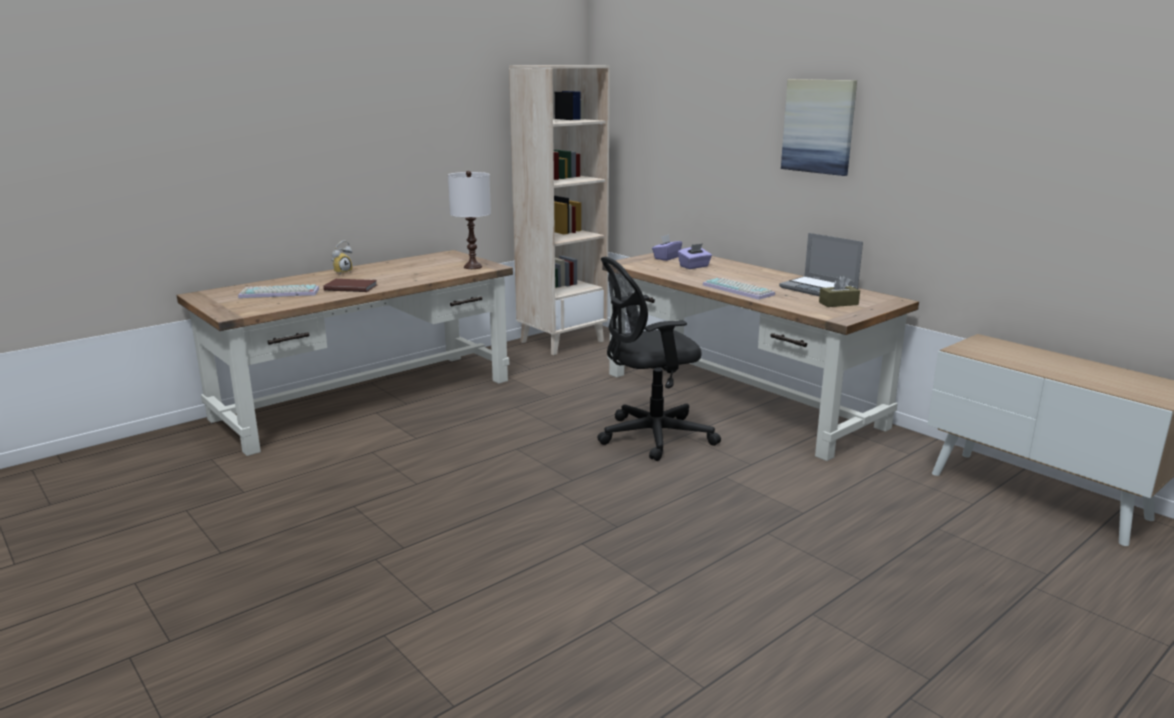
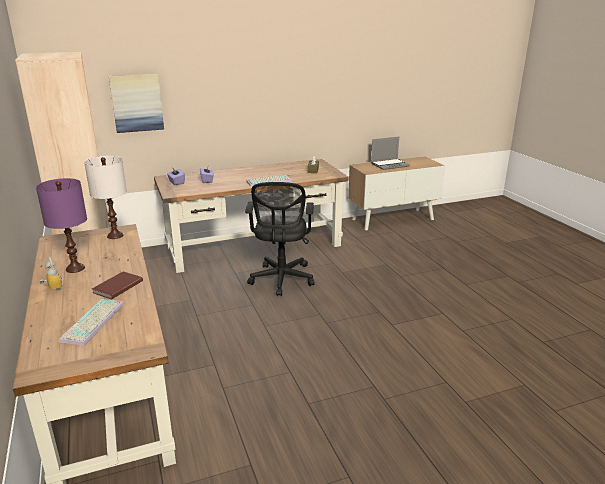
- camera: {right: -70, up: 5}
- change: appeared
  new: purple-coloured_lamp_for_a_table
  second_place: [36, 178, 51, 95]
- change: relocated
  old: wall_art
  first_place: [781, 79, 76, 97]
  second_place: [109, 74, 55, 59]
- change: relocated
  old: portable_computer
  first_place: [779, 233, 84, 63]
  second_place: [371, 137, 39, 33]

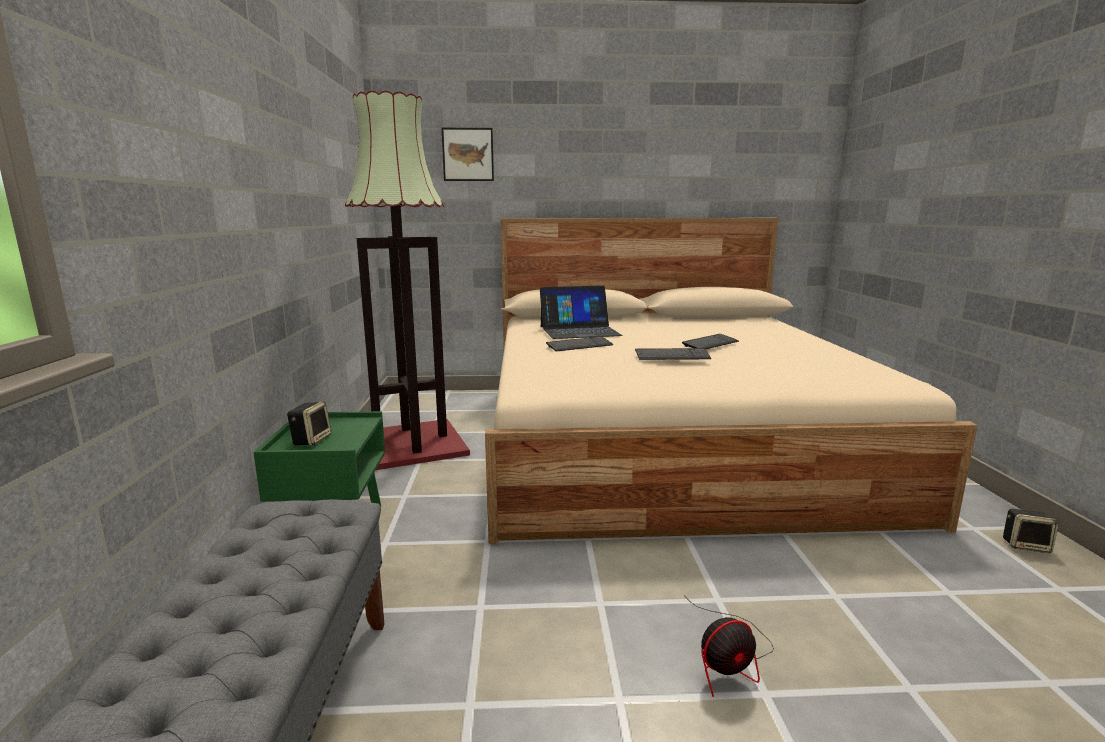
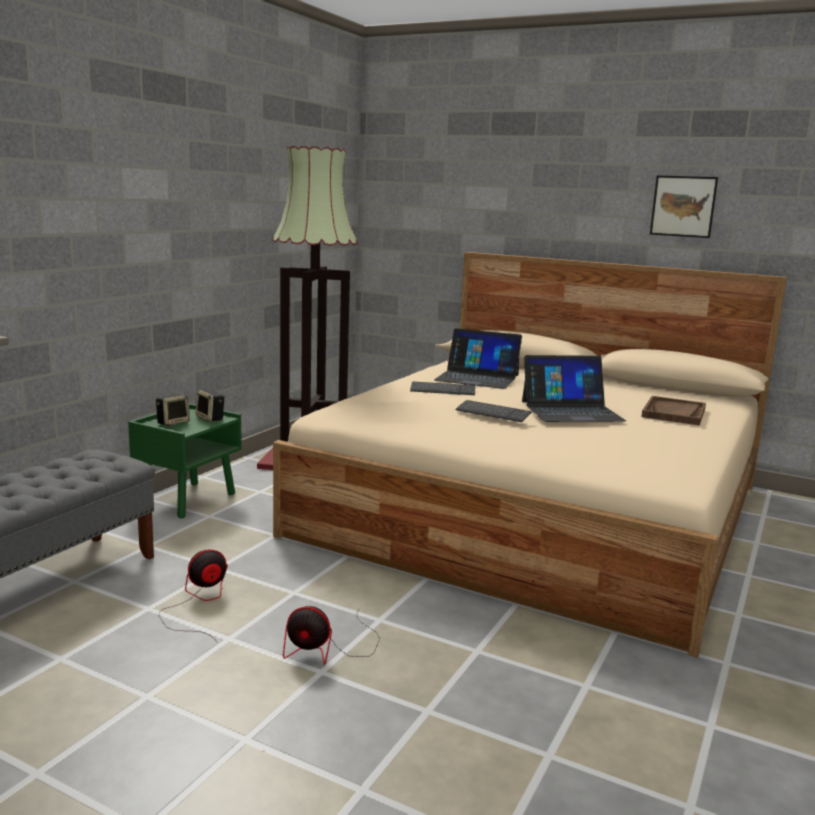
- camera: {right: 30, up: 0}
- change: appeared
  new: fan
  second_place: [159, 550, 69, 93]
- change: relocated
  old: loudspeaker
  first_place: [1003, 509, 56, 44]
  second_place: [196, 390, 29, 32]
- change: exchanged
  old: PC_keyboard
  new: portable_computer
  first_place: [682, 334, 57, 15]
  second_place: [522, 355, 104, 67]
- change: appeared
  new: brown_carrying_tray
  second_place: [641, 396, 65, 30]
- change: relocated
  old: wall_art
  first_place: [442, 128, 52, 53]
  second_place: [650, 175, 68, 63]

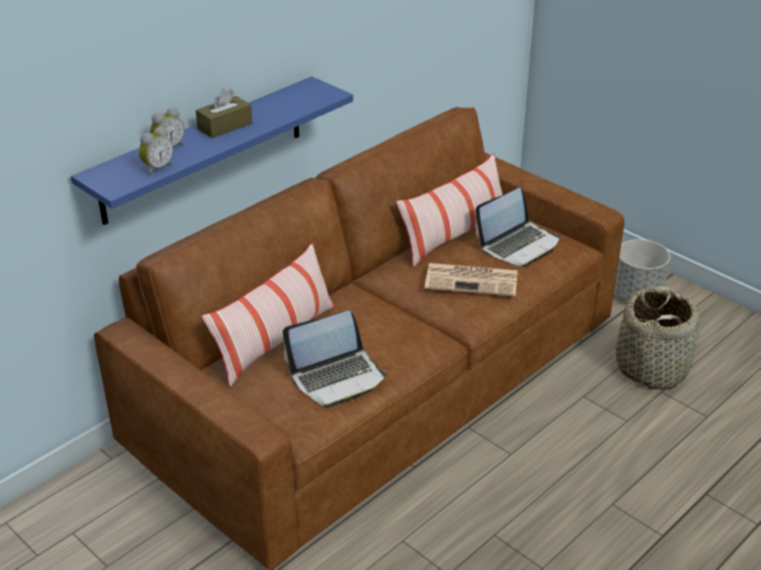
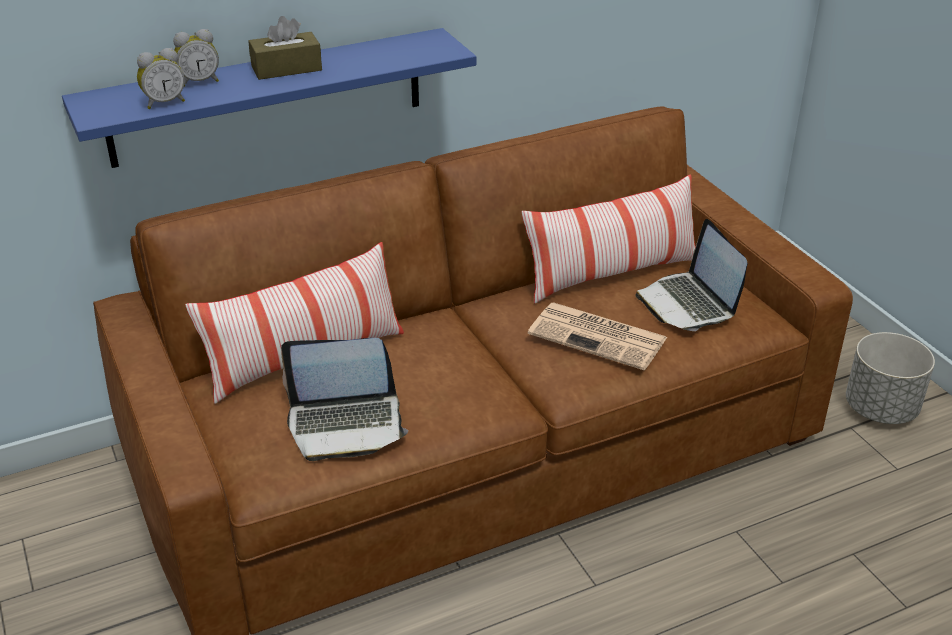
- camera: {right: 20, up: 0}
- change: spun
  old: portable_computer
  first_place: [475, 188, 85, 79]
  second_place: [635, 219, 112, 112]
  degrees: 90
- change: missing
  old: storage_basket
  first_place: [616, 286, 84, 104]

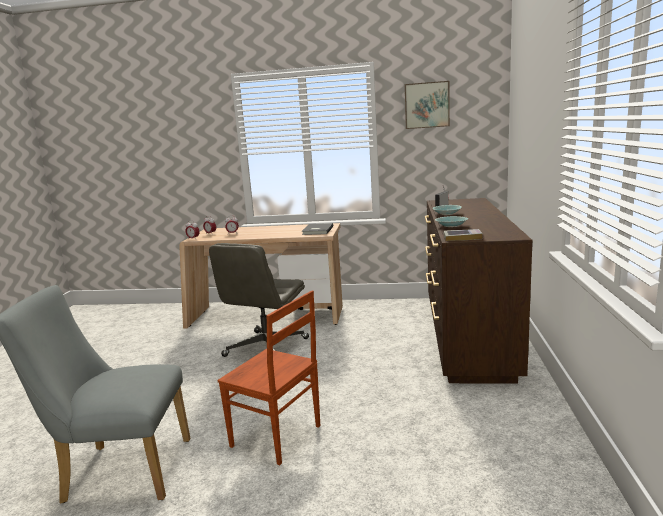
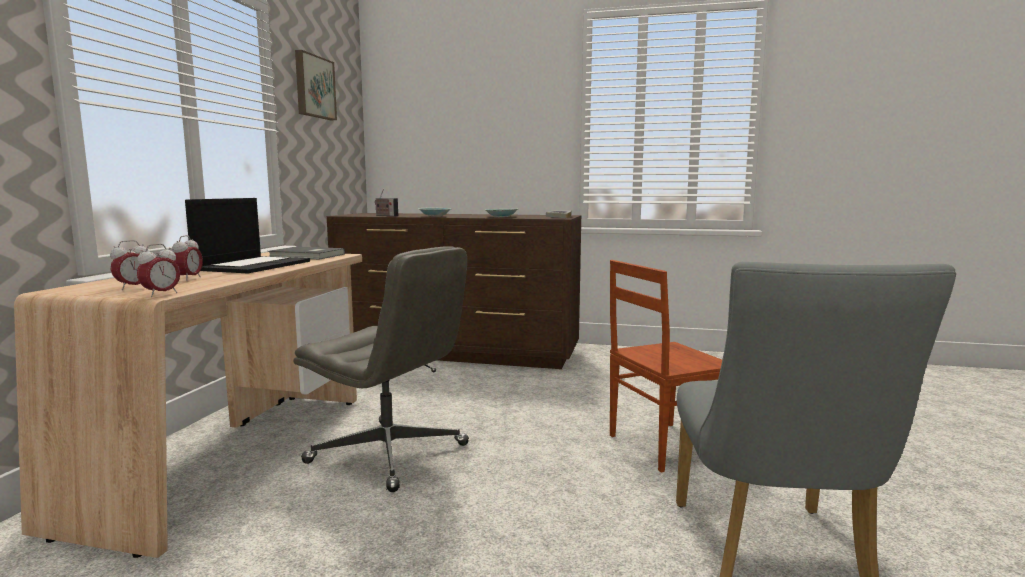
- camera: {right: -85, up: -5}
- change: appeared
  new: portable_computer
  second_place: [185, 198, 125, 75]
- change: spun
  old: brown_plain_chair
  first_place: [218, 290, 102, 175]
  second_place: [610, 260, 112, 212]
  degrees: -150

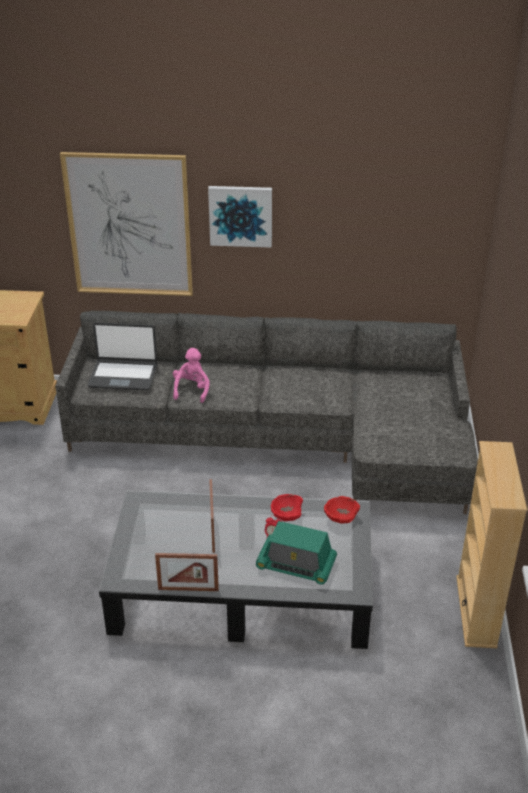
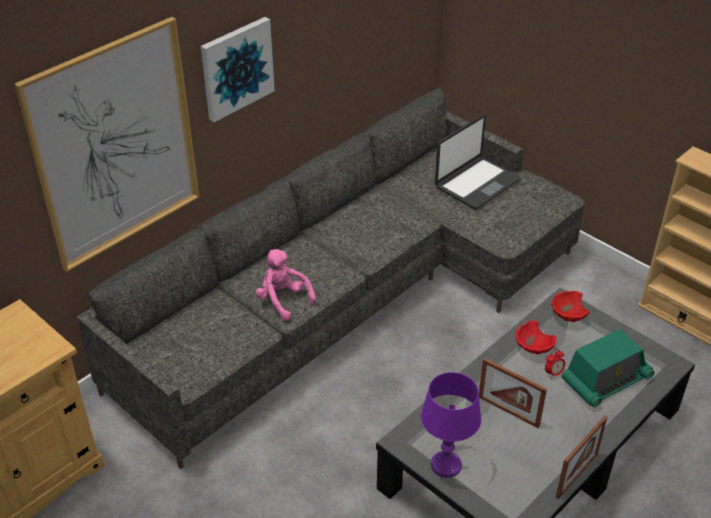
- camera: {right: -50, up: 5}
- change: appeared
  new: purple-coloured_lamp_for_a_table
  second_place: [421, 372, 60, 106]
- change: relocated
  old: portable_computer
  first_place: [88, 322, 69, 68]
  second_place: [435, 115, 85, 94]

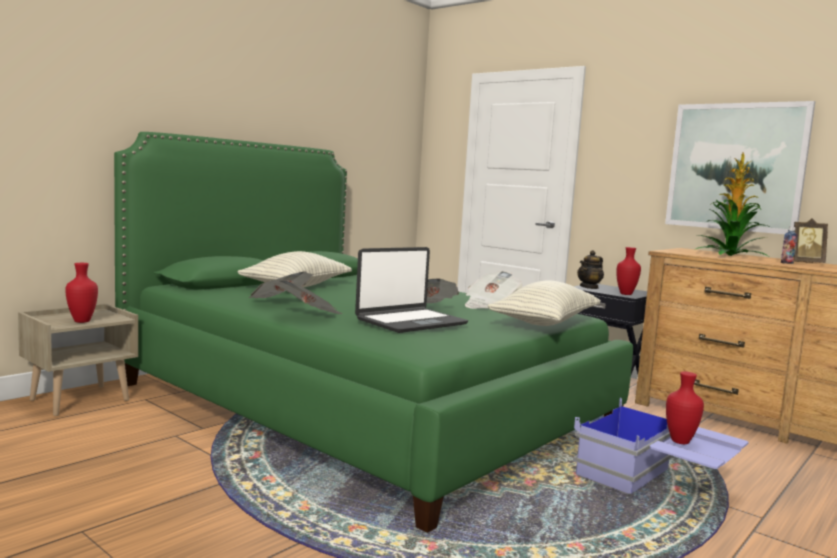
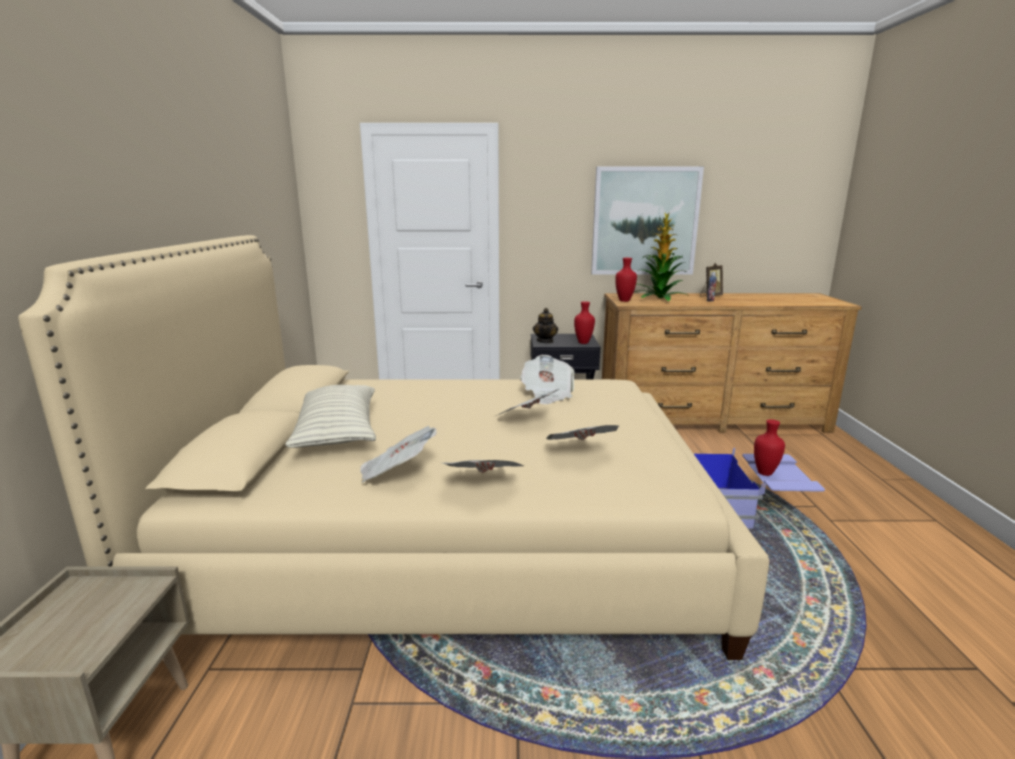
- camera: {right: -40, up: 10}
- change: colour
  old: green_bed
  new: beige-coloured_bed
  first_place: [114, 132, 519, 401]
  second_place: [18, 235, 751, 425]
- change: exchanged
  old: portable_computer
  new: printed_paper
  first_place: [355, 247, 113, 86]
  second_place: [546, 425, 72, 15]
- change: relocated
  old: red_decorative_vase
  first_place: [65, 263, 33, 60]
  second_place: [615, 258, 22, 44]
- change: missing
  old: pillow
  first_place: [487, 280, 114, 46]

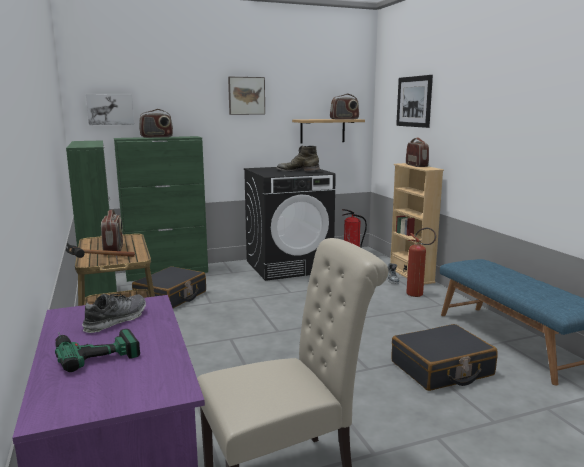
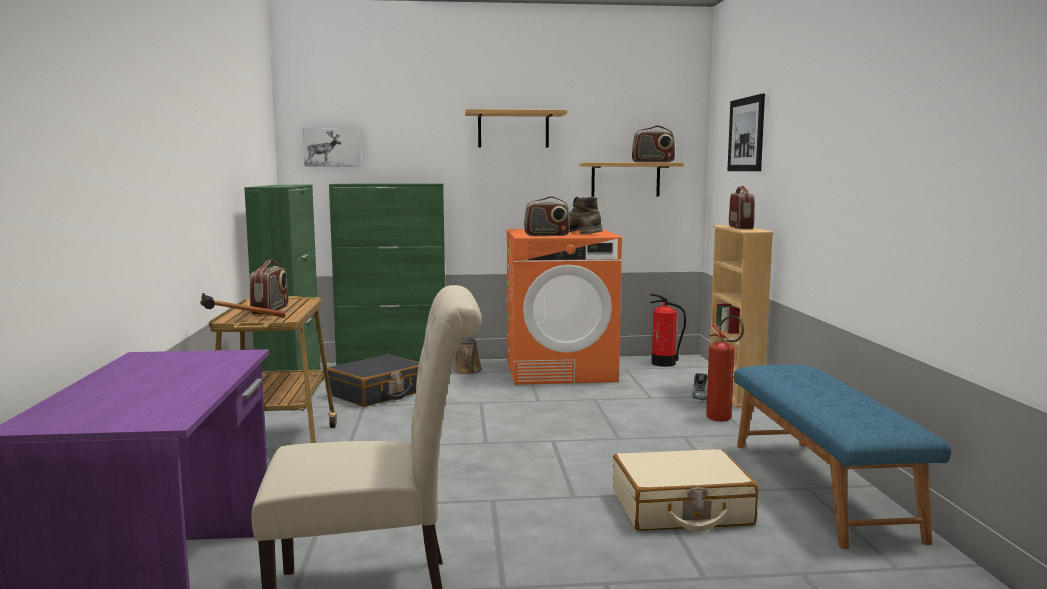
- camera: {right: 15, up: -5}
- change: appeared
  new: brown_watering_pot
  second_place: [453, 337, 29, 37]
- change: exchanged
  old: wall_art
  new: wall_shelf
  first_place: [228, 77, 37, 38]
  second_place: [465, 109, 102, 39]
- change: colour
  old: black-coloured_washing_machine
  new: orangey_washing_machine
  first_place: [244, 167, 92, 114]
  second_place: [507, 229, 115, 156]
- change: relocated
  old: radio_set
  first_place: [139, 109, 34, 29]
  second_place: [524, 196, 46, 40]
- change: colour
  old: black-coloured_piece_of_luggage
  new: beige-coloured_piece_of_luggage
  first_place: [391, 324, 106, 67]
  second_place: [612, 449, 146, 82]
- change: missing
  old: electric_drill
  first_place: [55, 329, 85, 43]
- change: missing
  old: low_shoe
  first_place: [82, 294, 64, 39]

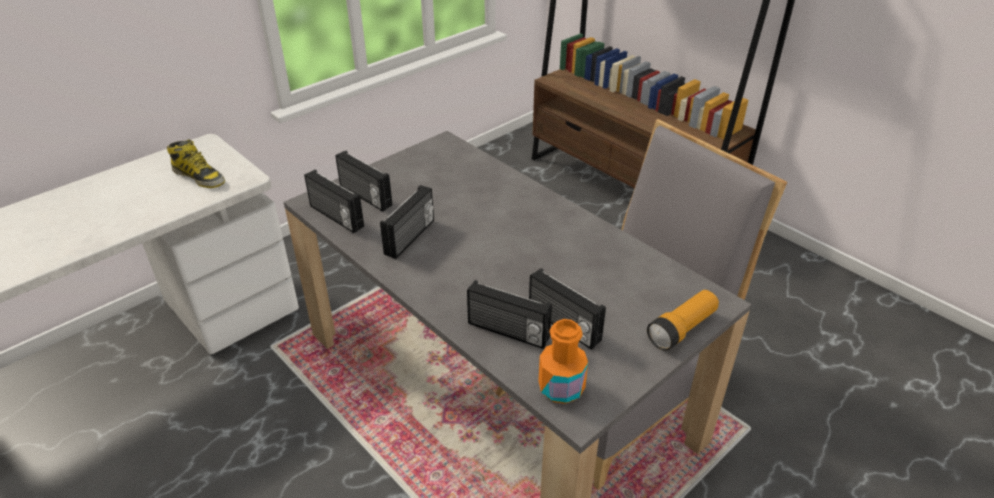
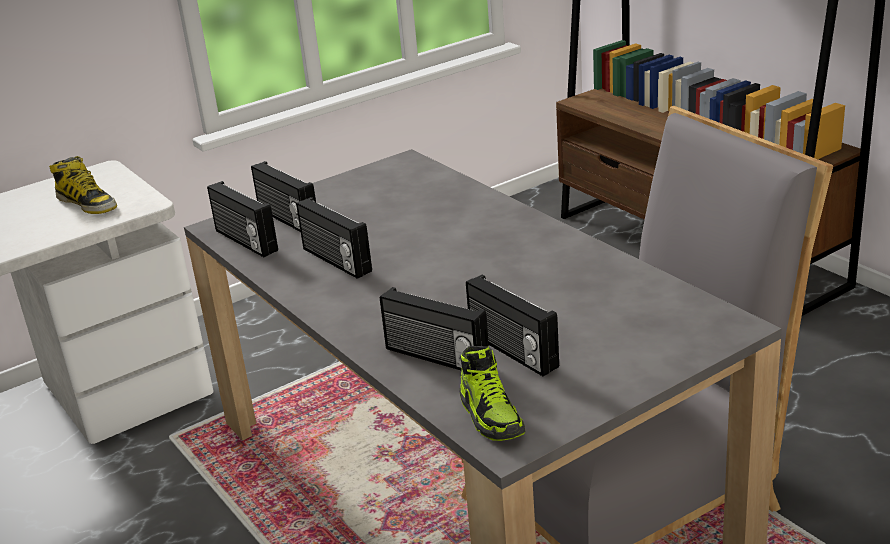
- camera: {right: 10, up: -10}
- change: spun
  old: radio_set
  first_place: [380, 185, 54, 74]
  second_place: [296, 197, 76, 82]
  degrees: 105
- change: exchanged
  old: orangey_bottle
  new: low_shoe
  first_place: [538, 319, 50, 85]
  second_place: [460, 346, 65, 95]
- change: missing
  old: torch
  first_place: [647, 290, 72, 61]

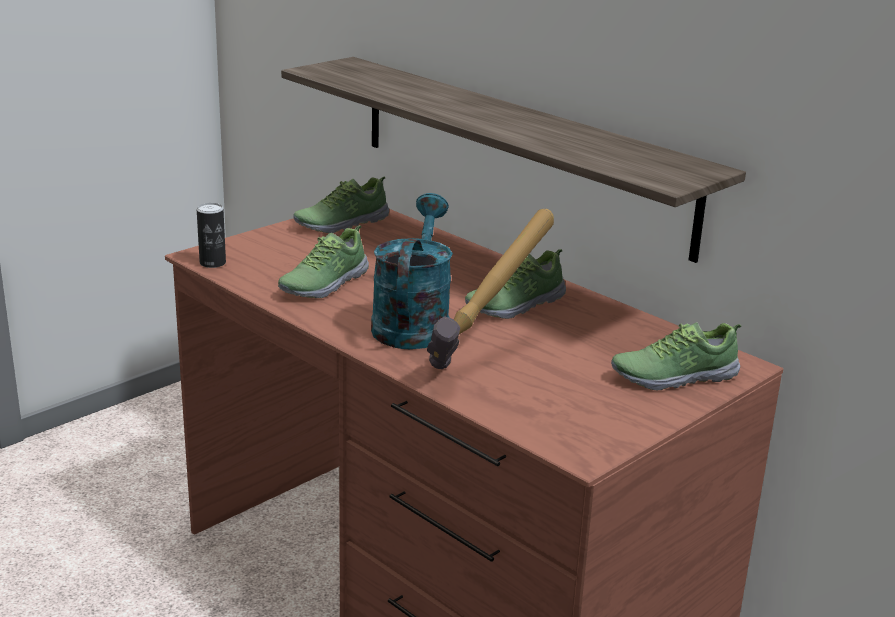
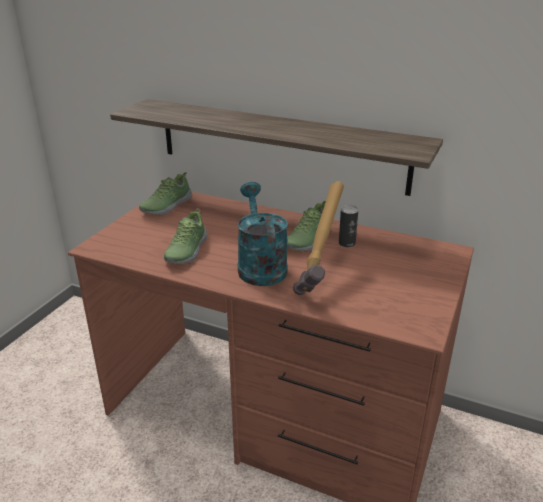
- camera: {right: -20, up: 5}
- change: relocated
  old: metal_can
  first_place: [197, 203, 29, 65]
  second_place: [339, 205, 19, 42]
- change: missing
  old: low_shoe
  first_place: [611, 322, 131, 68]

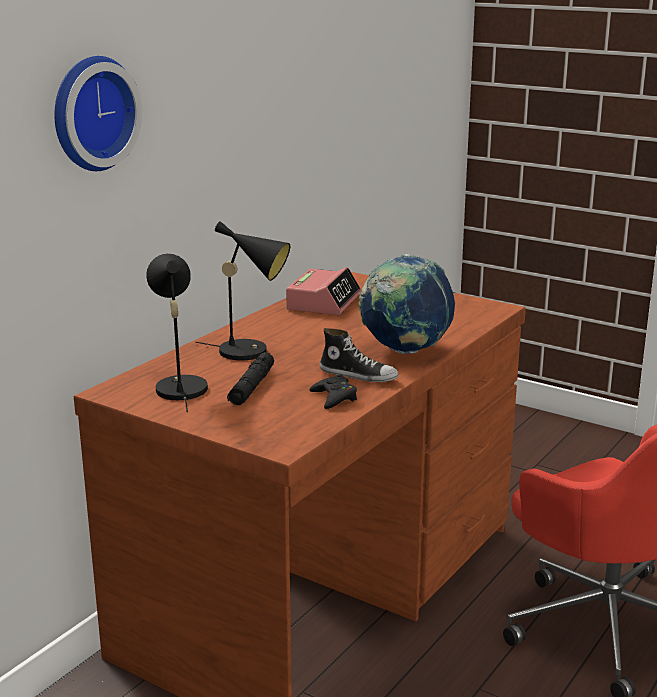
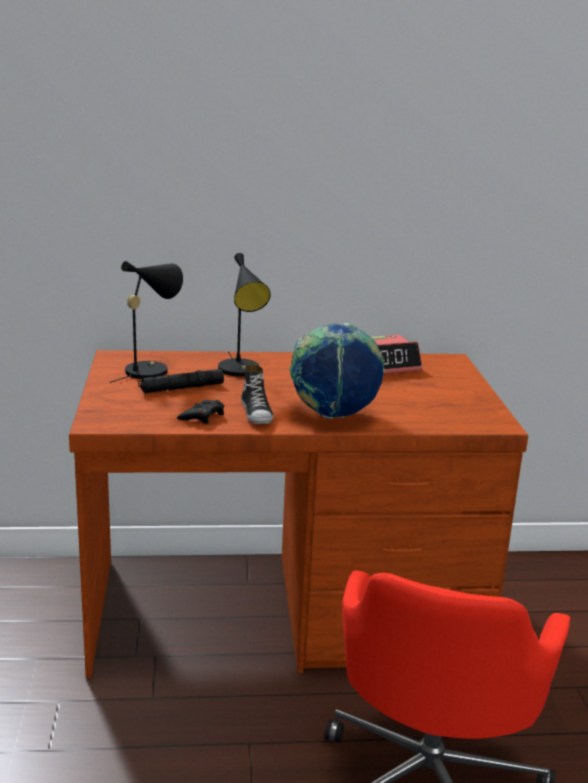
- camera: {right: 50, up: 0}
- change: missing
  old: hanging_clock
  first_place: [54, 56, 88, 115]

